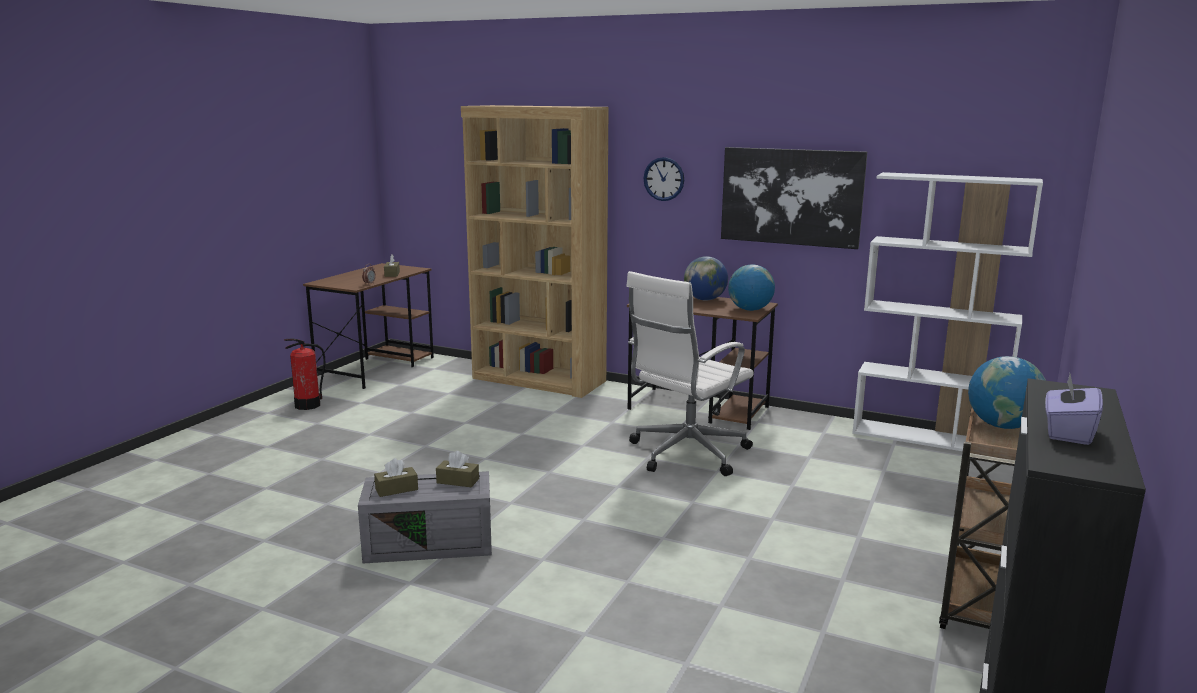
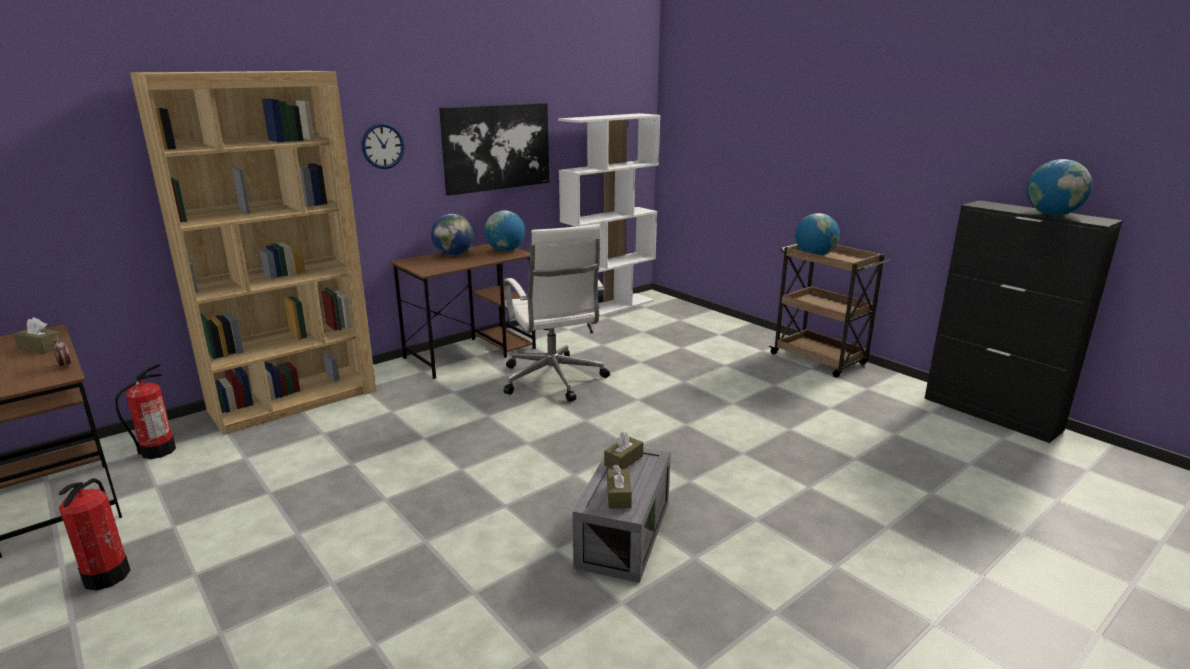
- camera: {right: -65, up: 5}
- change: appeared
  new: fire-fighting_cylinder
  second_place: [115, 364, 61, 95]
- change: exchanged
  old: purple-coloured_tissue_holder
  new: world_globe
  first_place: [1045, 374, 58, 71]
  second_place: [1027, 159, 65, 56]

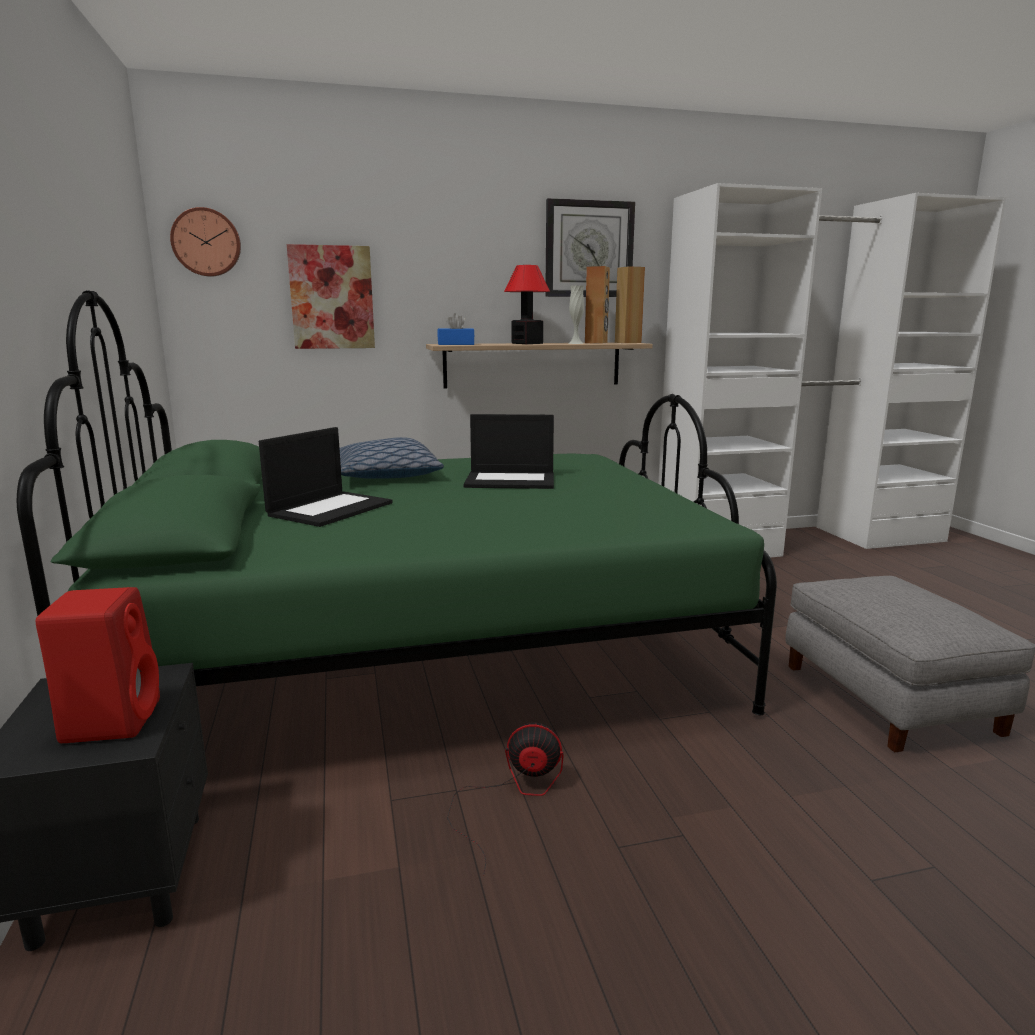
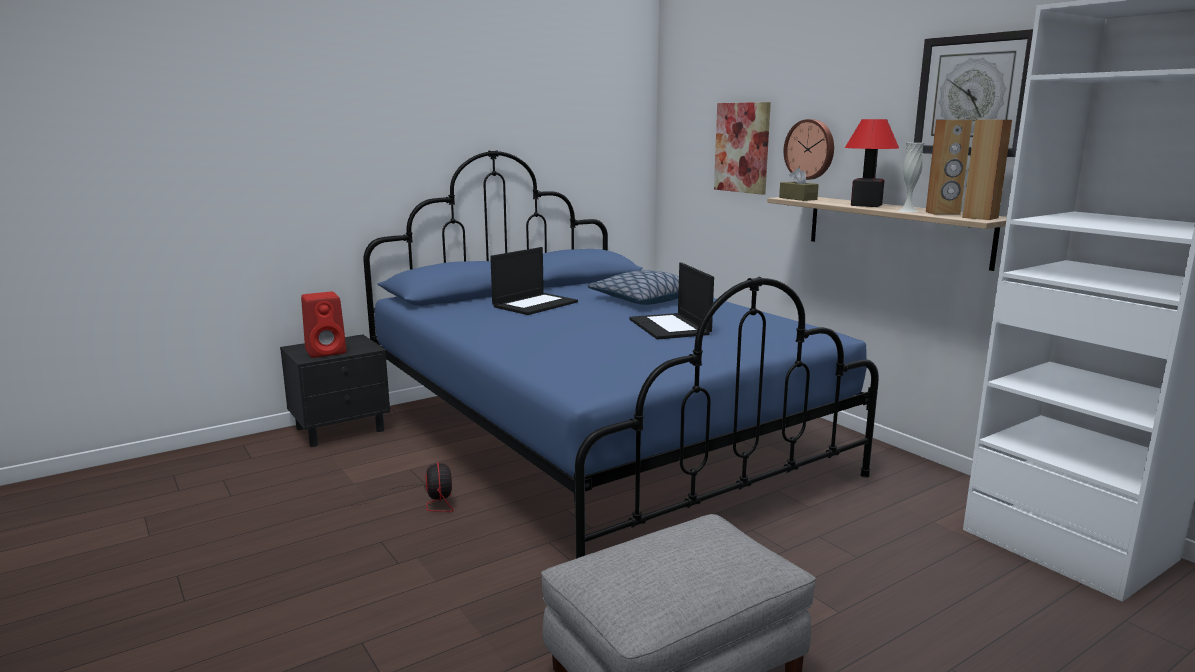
- camera: {right: 70, up: 0}
- change: colour
  old: green_bed
  new: blue_bed
  first_place: [17, 290, 760, 425]
  second_place: [363, 150, 516, 409]
- change: spun
  old: portable_computer
  first_place: [259, 427, 134, 100]
  second_place: [490, 247, 88, 68]
  degrees: -60
- change: colour
  old: blue_tissue_holder
  new: brown_tissue_holder
  first_place: [437, 313, 37, 32]
  second_place: [779, 168, 40, 33]
- change: relocated
  old: hanging_clock
  first_place: [170, 207, 71, 70]
  second_place: [784, 119, 50, 61]

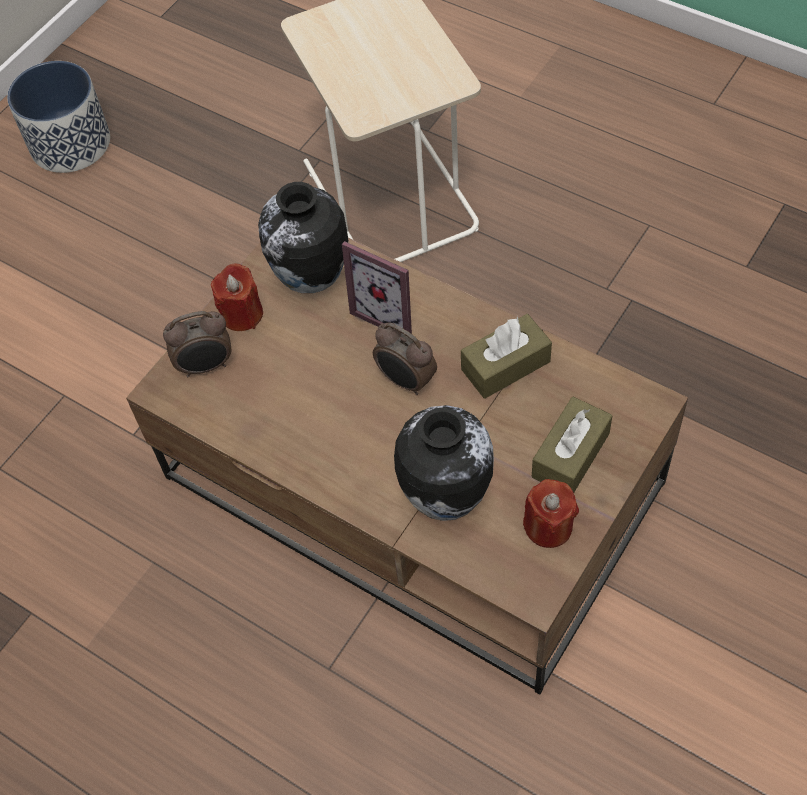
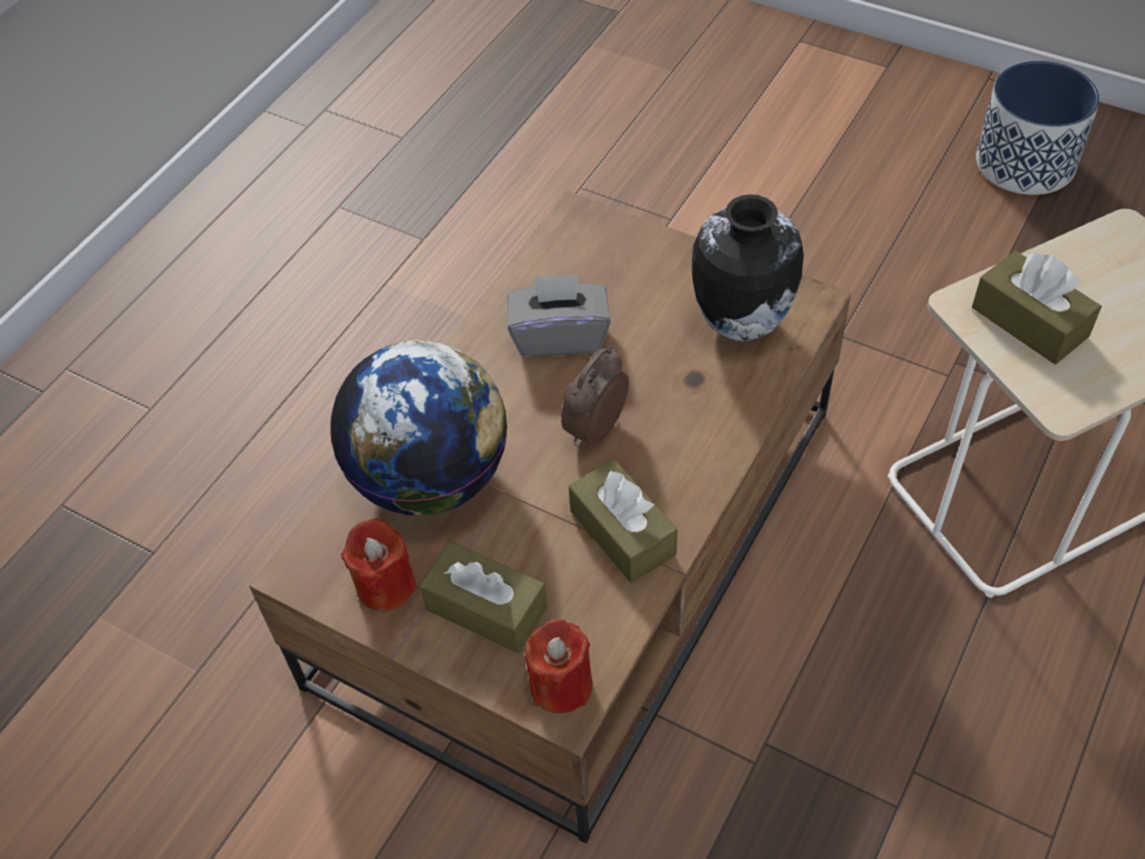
- camera: {right: 85, up: -5}
- change: exchanged
  old: decorative_vase
  new: world_globe
  first_place: [394, 405, 100, 116]
  second_place: [330, 340, 178, 176]
- change: appeared
  new: greyish_tissue_holder
  second_place: [508, 275, 103, 82]
- change: relocated
  old: red_candle
  first_place: [211, 264, 52, 67]
  second_place: [525, 619, 67, 95]
- change: appeared
  new: brown_tissue_holder
  second_place: [972, 251, 130, 113]
- change: missing
  old: bedside_clock
  first_place: [163, 311, 68, 66]
- change: missing
  old: photo_frame
  first_place: [342, 241, 70, 93]

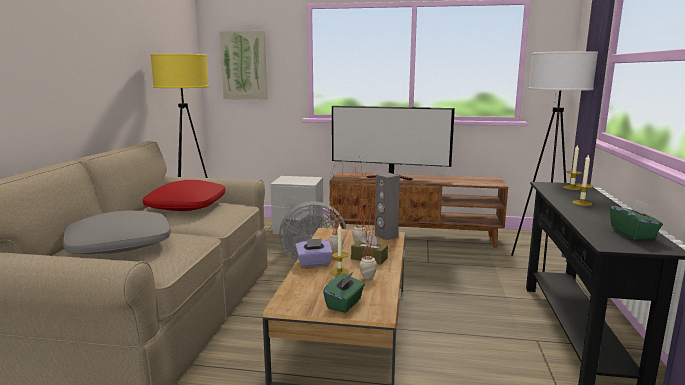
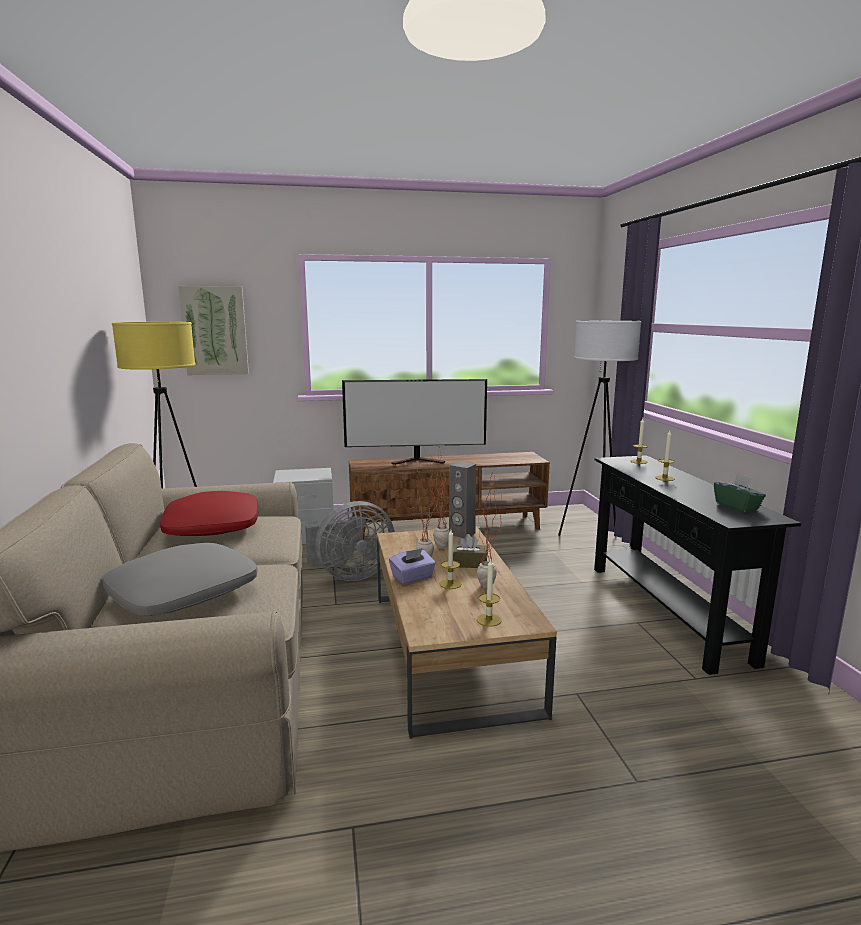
- camera: {right: -20, up: 0}
- change: exchanged
  old: green_tissue_holder
  new: candle
  first_place: [323, 272, 42, 41]
  second_place: [477, 558, 24, 69]

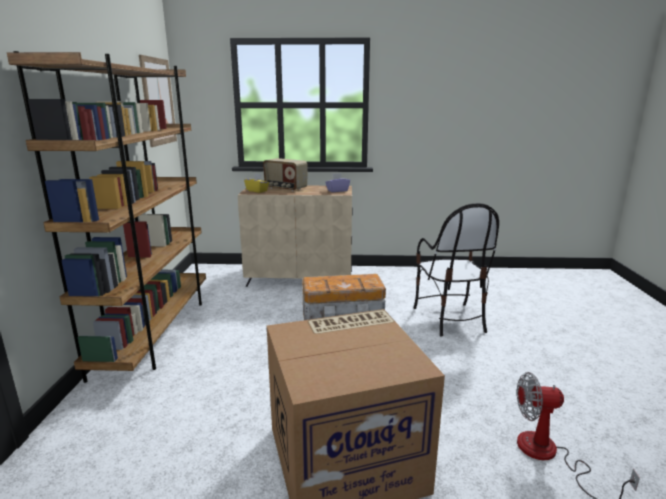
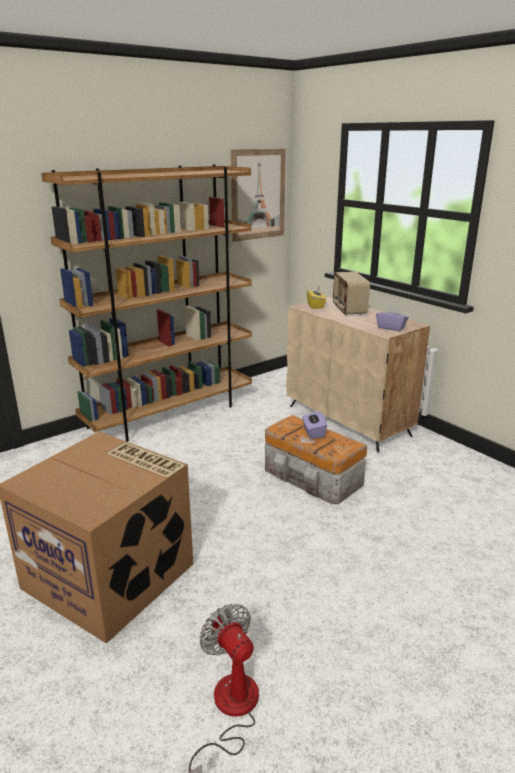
- camera: {right: 50, up: 5}
- change: appeared
  new: purple-coloured_tissue_holder
  second_place: [302, 411, 25, 28]
- change: missing
  old: plain_chair
  first_place: [414, 203, 85, 134]

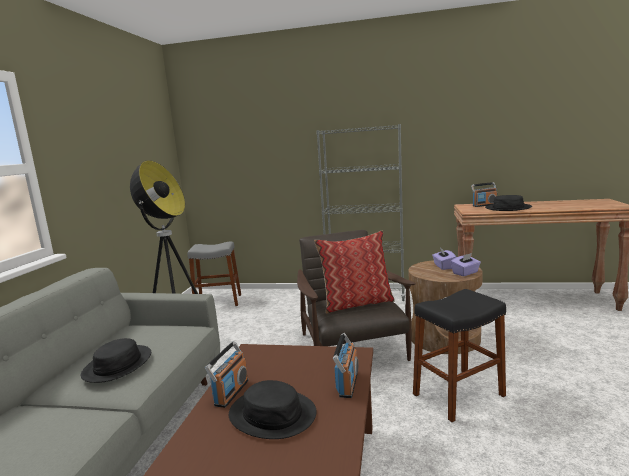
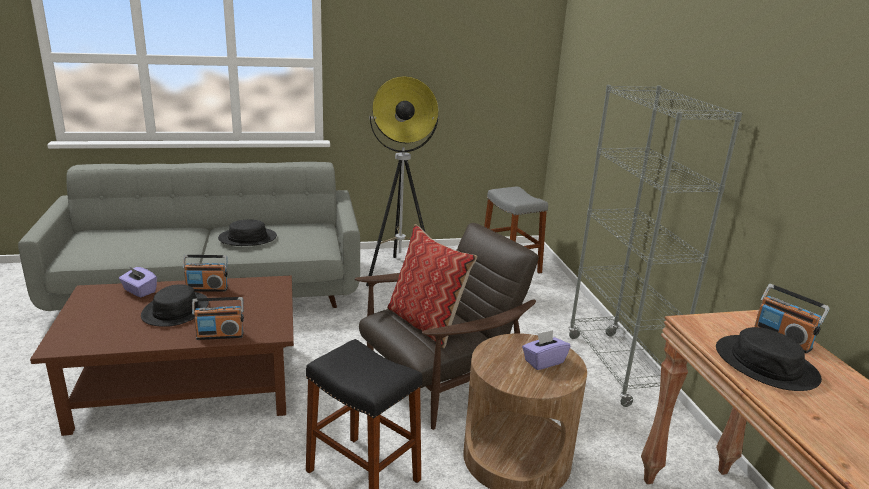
- camera: {right: 65, up: 10}
- change: relocated
  old: purple-coloured_tissue_holder
  first_place: [451, 253, 30, 23]
  second_place: [119, 266, 38, 31]

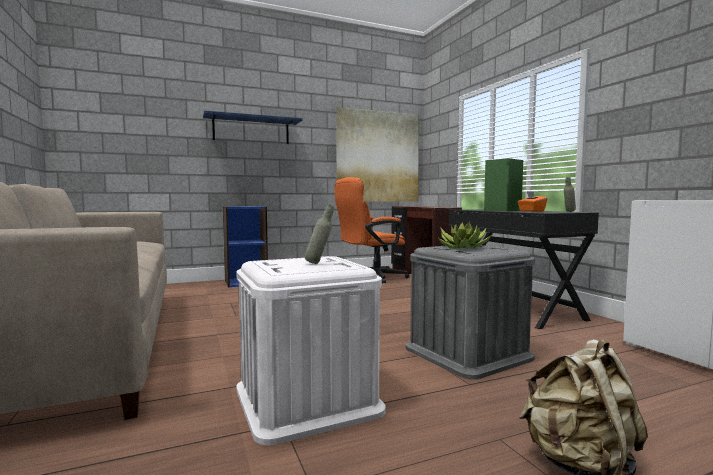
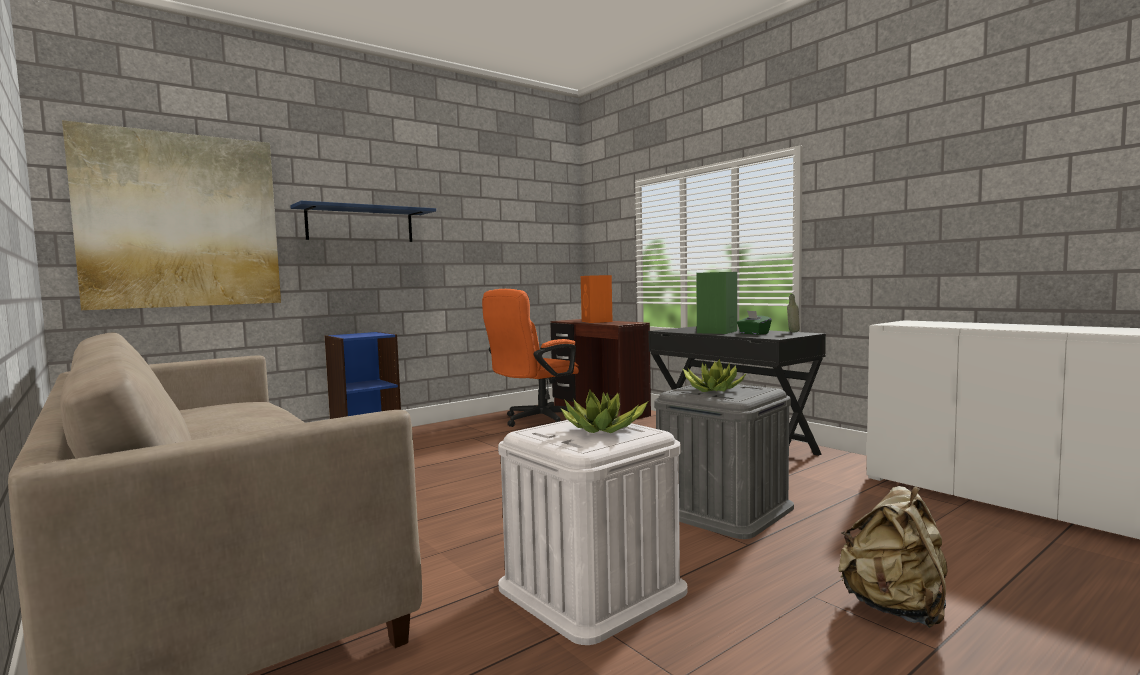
- camera: {right: -15, up: 0}
- change: relocated
  old: wall_art
  first_place: [336, 107, 83, 95]
  second_place: [62, 120, 219, 190]
- change: exchanged
  old: greyish_bottle
  new: houseplant
  first_place: [305, 204, 29, 60]
  second_place: [561, 390, 87, 43]
- change: appeared
  new: orangey_loudspeaker
  second_place: [581, 275, 32, 48]
- change: colour
  old: orangey_tissue_holder
  new: green_tissue_holder
  first_place: [518, 192, 29, 20]
  second_place: [737, 311, 35, 24]

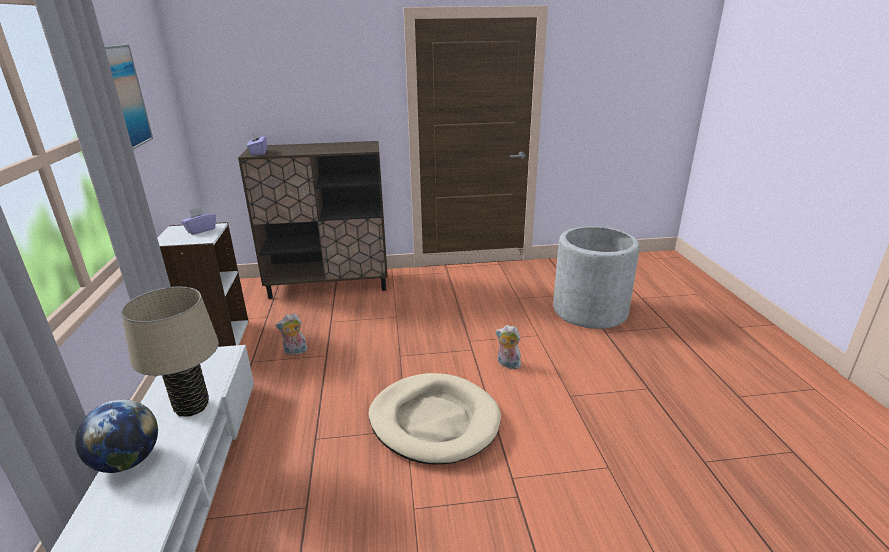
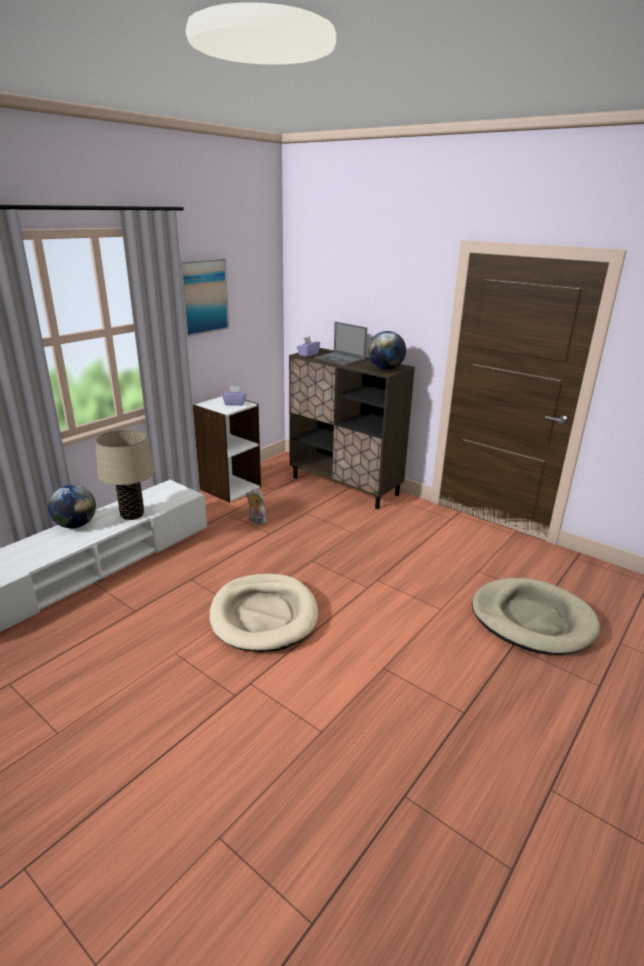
- camera: {right: 45, up: 0}
- change: appeared
  new: portable_computer
  second_place: [314, 322, 53, 44]
- change: appeared
  new: world_globe
  second_place: [368, 331, 38, 39]
- change: exchanged
  old: greyish_flower_pot
  new: beige-coloured_dog_bed
  first_place: [553, 226, 87, 103]
  second_place: [472, 578, 128, 77]
- change: missing
  old: cuddly_toy
  first_place: [496, 325, 25, 44]

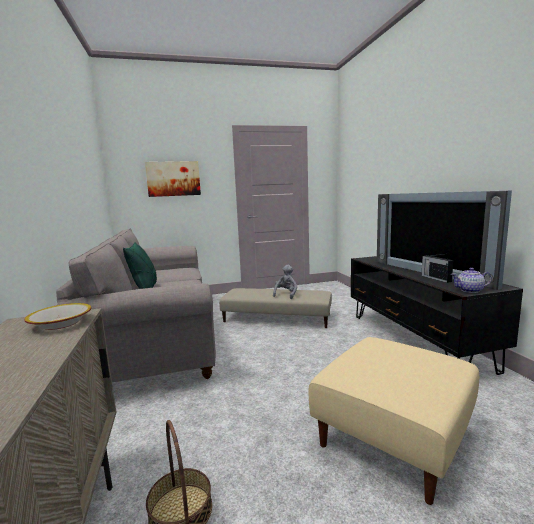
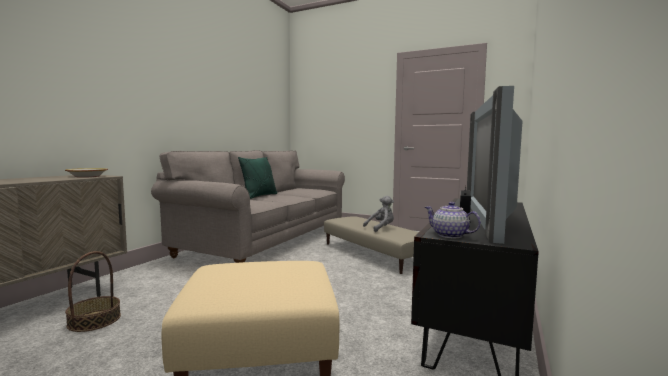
- camera: {right: 40, up: -5}
- change: missing
  old: wall_art
  first_place: [145, 161, 56, 36]

